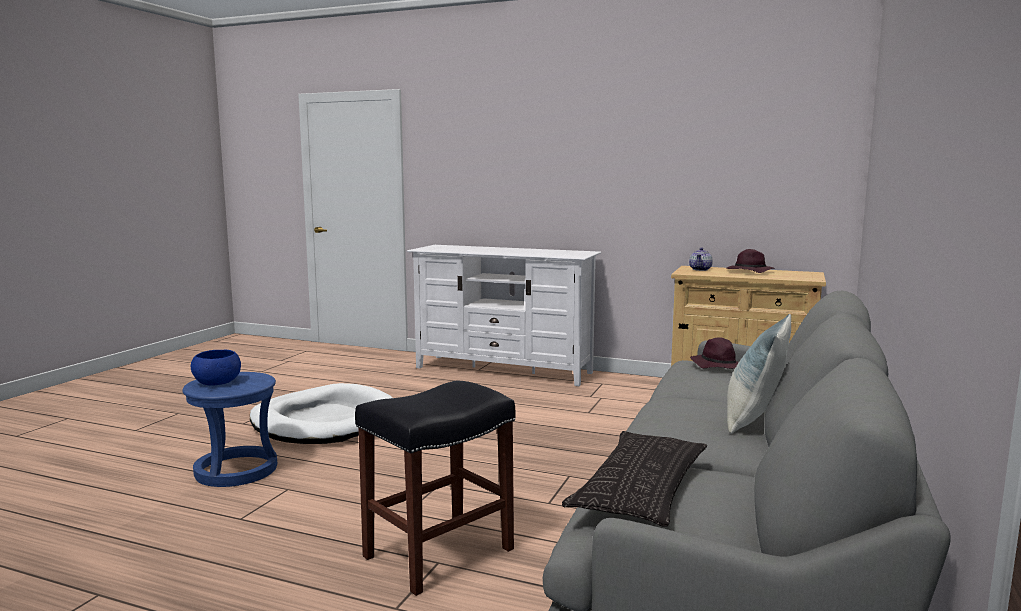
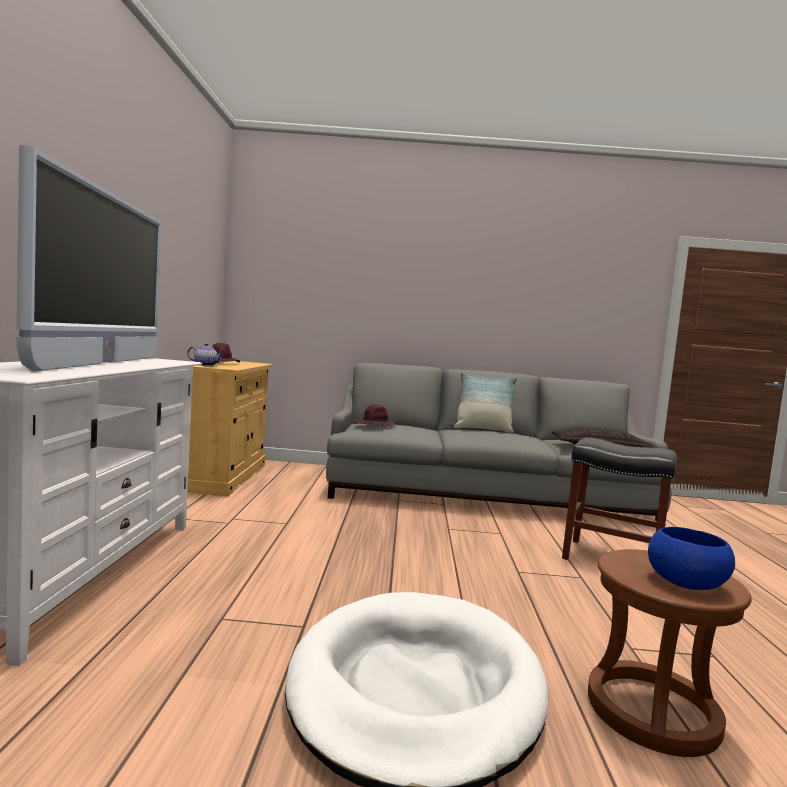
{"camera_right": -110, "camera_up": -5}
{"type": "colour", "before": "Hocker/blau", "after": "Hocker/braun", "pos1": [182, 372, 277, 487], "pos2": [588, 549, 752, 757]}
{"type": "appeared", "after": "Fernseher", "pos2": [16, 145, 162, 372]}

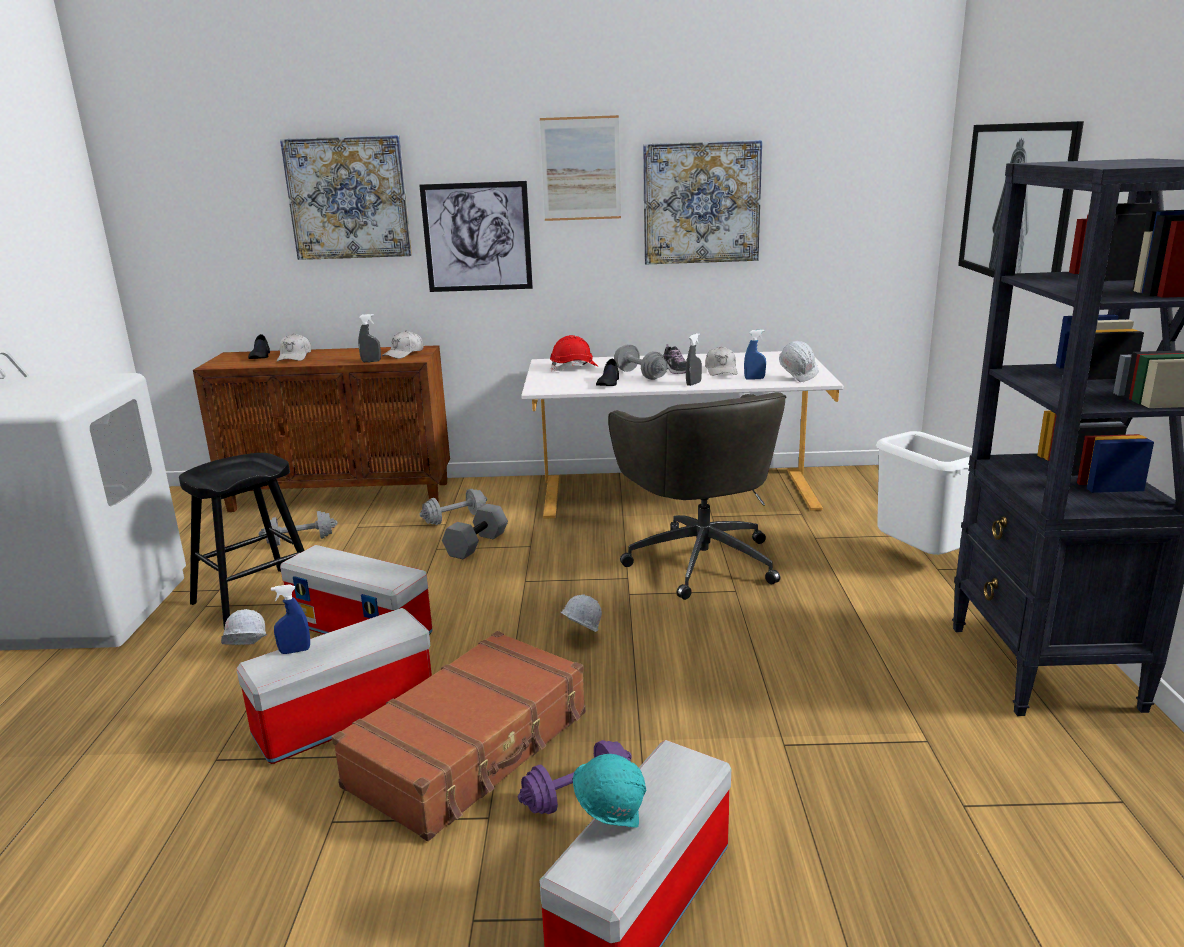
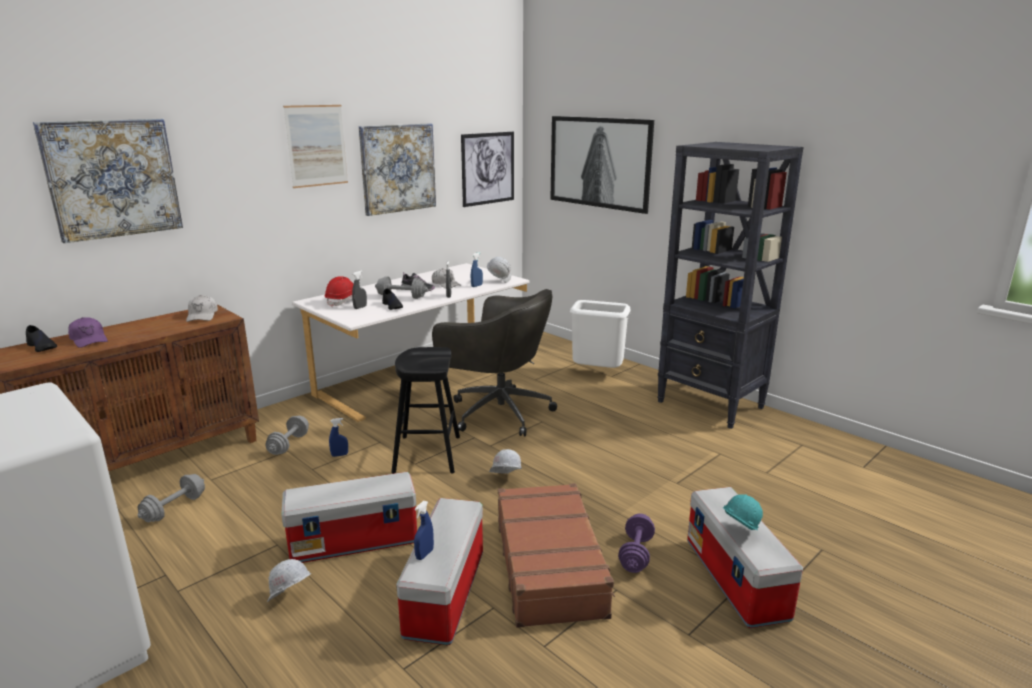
{"camera_right": -45, "camera_up": 0}
{"type": "relocated", "before": "Bild", "pos1": [419, 181, 533, 292], "pos2": [461, 132, 514, 207]}
{"type": "relocated", "before": "Sprühflasche/grau", "pos1": [358, 314, 381, 362], "pos2": [352, 270, 367, 309]}
{"type": "colour", "before": "Kappe/weiß", "after": "Kappe/lila", "pos1": [277, 334, 311, 362], "pos2": [68, 317, 108, 348]}
{"type": "relocated", "before": "Hocker/schwarz", "pos1": [179, 453, 305, 628], "pos2": [391, 347, 460, 474]}
{"type": "exchanged", "before": "Hantel/grau", "after": "Sprühflasche/blau", "pos1": [442, 504, 508, 559], "pos2": [329, 418, 348, 457]}

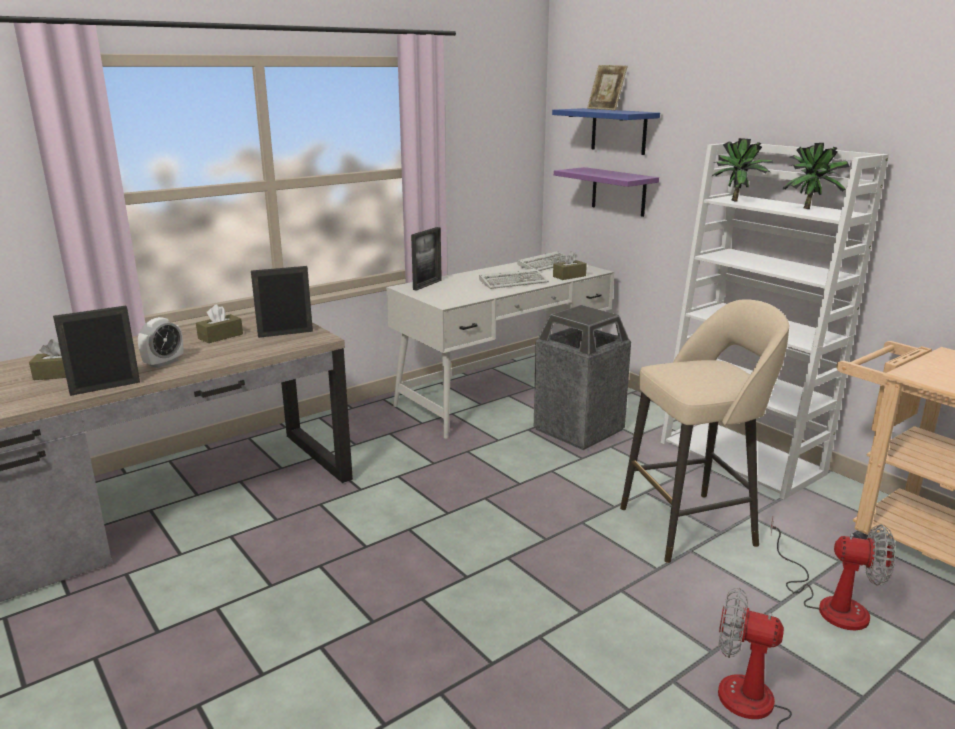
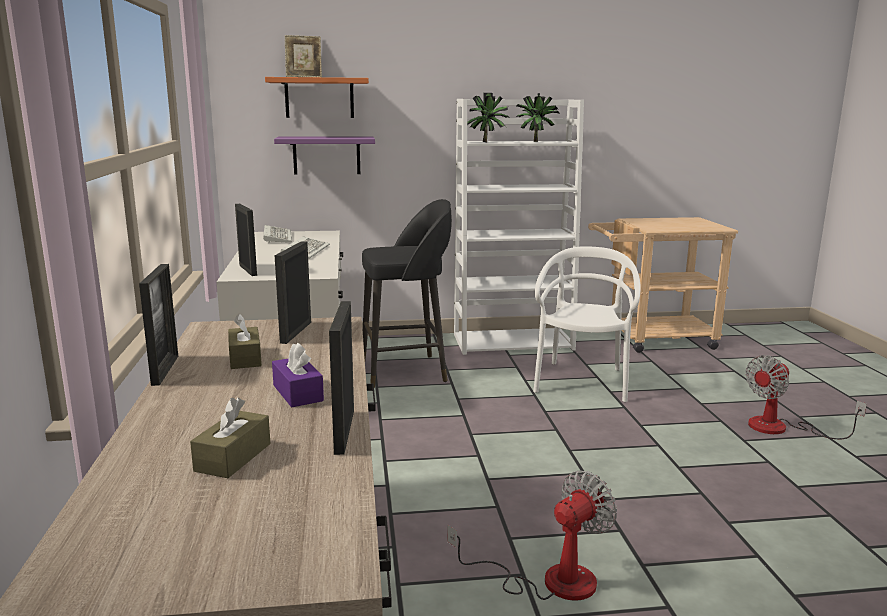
{"camera_right": -60, "camera_up": -5}
{"type": "colour", "before": "Wandregal/blau", "after": "Wandregal/orange", "pos1": [552, 108, 660, 155], "pos2": [265, 77, 369, 118]}
{"type": "missing", "before": "Taschentuchbox/braun", "pos1": [553, 251, 587, 280]}
{"type": "exchanged", "before": "Hocker/beige", "after": "Stuhl/weiß", "pos1": [620, 299, 789, 563], "pos2": [533, 246, 641, 402]}
{"type": "exchanged", "before": "Mülleimer", "after": "Hocker/schwarz", "pos1": [534, 305, 631, 450], "pos2": [362, 199, 452, 388]}
{"type": "exchanged", "before": "Wecker", "after": "Taschentuchbox/lila", "pos1": [138, 317, 183, 368], "pos2": [272, 343, 324, 407]}
{"type": "relocated", "before": "Ventilator", "pos1": [770, 517, 895, 631], "pos2": [447, 471, 617, 601]}
{"type": "appeared", "after": "Bilderrahmen", "pos2": [139, 264, 178, 386]}

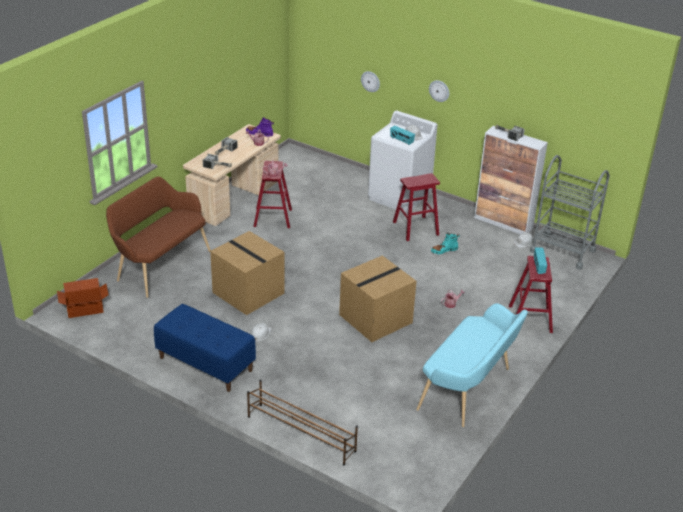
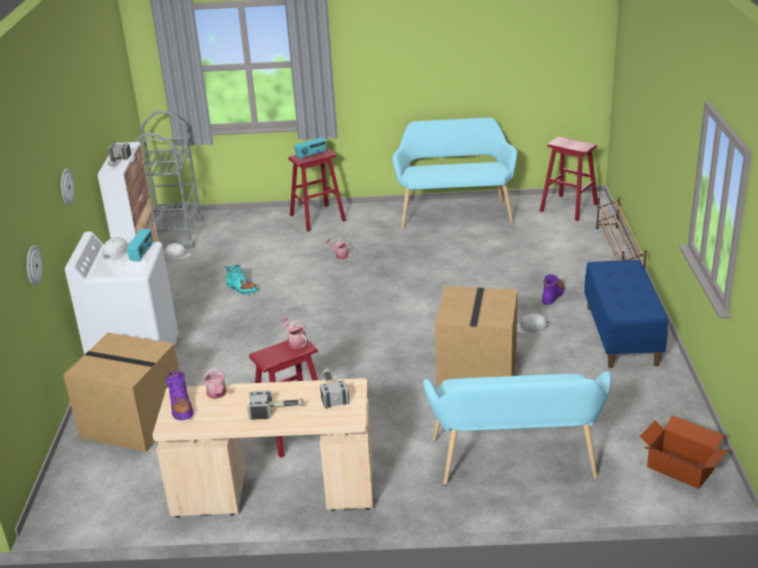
{"camera_right": -120, "camera_up": -5}
{"type": "relocated", "before": "Hocker/rot", "pos1": [393, 173, 440, 241], "pos2": [540, 137, 598, 221]}
{"type": "colour", "before": "Bank/braun", "after": "Bank/türkis", "pos1": [106, 176, 211, 298], "pos2": [423, 371, 611, 485]}
{"type": "relocated", "before": "Karton", "pos1": [339, 255, 417, 342], "pos2": [63, 333, 179, 452]}
{"type": "appeared", "after": "Stiefel/lila", "pos2": [542, 274, 565, 305]}

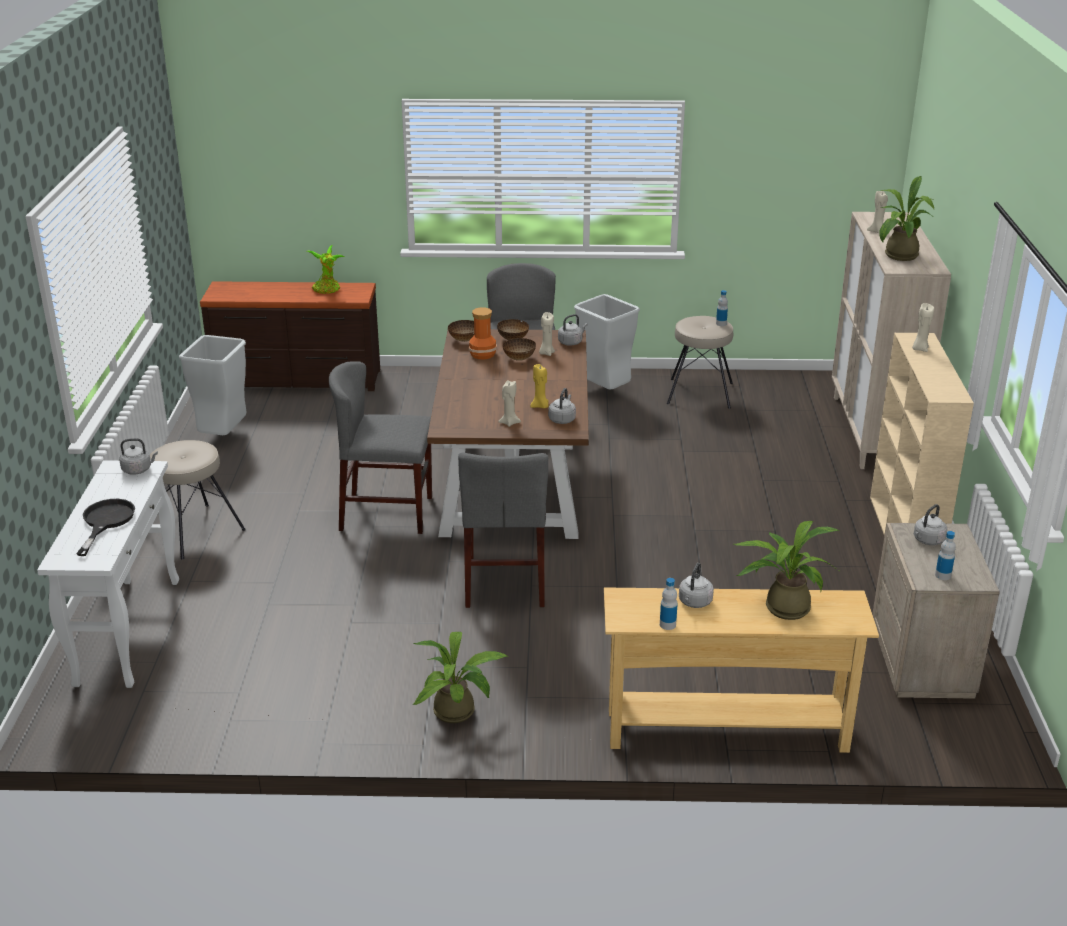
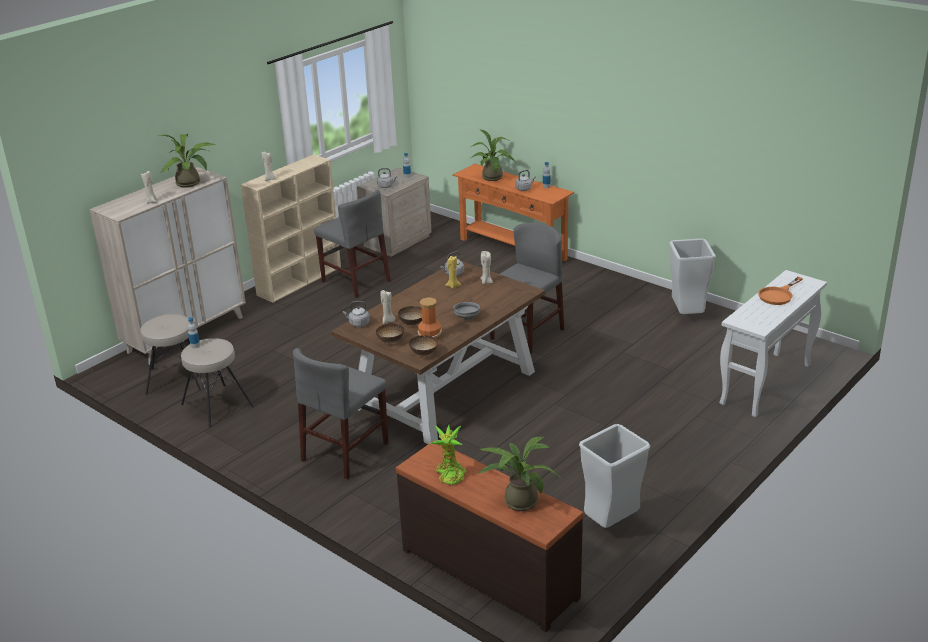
{"camera_right": -140, "camera_up": 0}
{"type": "relocated", "before": "Mülleimer/grau", "pos1": [574, 294, 640, 389], "pos2": [669, 239, 716, 314]}
{"type": "relocated", "before": "Stuhl/grau", "pos1": [329, 361, 432, 534], "pos2": [314, 190, 391, 298]}
{"type": "missing", "before": "Wasserkessel/grau", "pos1": [119, 438, 158, 475]}
{"type": "relocated", "before": "Hocker/beige", "pos1": [150, 440, 246, 559], "pos2": [140, 314, 201, 395]}
{"type": "colour", "before": "Pfanne/schwarz", "after": "Pfanne/orange", "pos1": [76, 499, 135, 556], "pos2": [758, 277, 803, 305]}
{"type": "colour", "before": "Konsolentisch/beige", "after": "Konsolentisch/orange", "pos1": [604, 587, 879, 753], "pos2": [453, 164, 574, 261]}
{"type": "relocated", "before": "Topfpflanze", "pos1": [412, 632, 509, 723], "pos2": [478, 437, 561, 511]}
{"type": "appeared", "after": "Schüssel/grau", "pos2": [453, 302, 480, 320]}

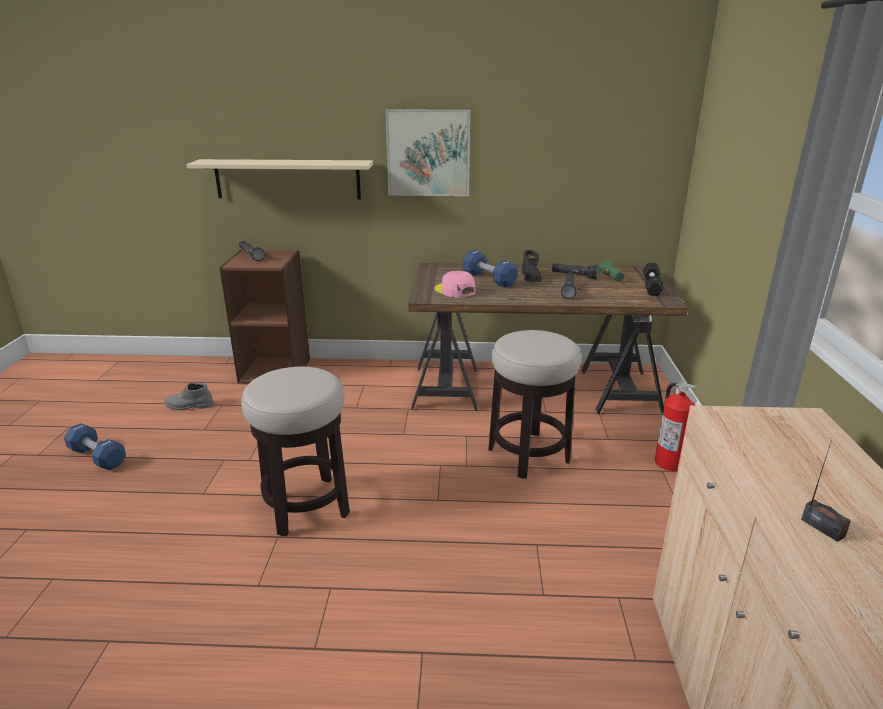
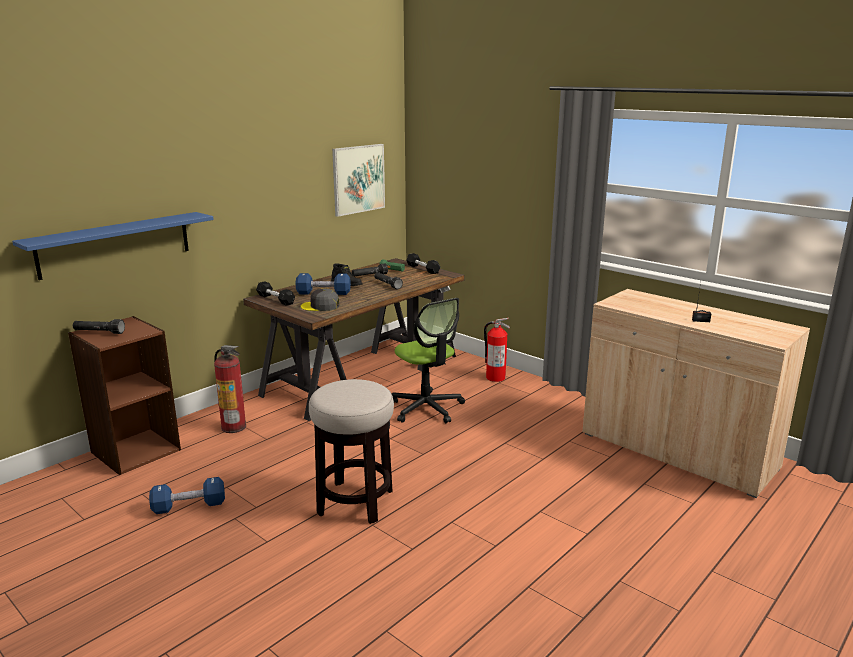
{"camera_right": -50, "camera_up": -5}
{"type": "relocated", "before": "Bild", "pos1": [385, 109, 470, 196], "pos2": [332, 144, 385, 217]}
{"type": "colour", "before": "Wandregal/beige", "after": "Wandregal/blau", "pos1": [186, 159, 373, 199], "pos2": [12, 212, 214, 280]}
{"type": "colour", "before": "Kappe/rosa", "after": "Kappe/grau", "pos1": [435, 271, 476, 298], "pos2": [301, 289, 340, 311]}
{"type": "exchanged", "before": "Hocker", "after": "Bürostuhl", "pos1": [488, 330, 581, 479], "pos2": [391, 298, 465, 423]}
{"type": "missing", "before": "Stiefel/grau", "pos1": [165, 383, 214, 411]}
{"type": "relocated", "before": "Hantel/blau", "pos1": [64, 423, 126, 470], "pos2": [149, 477, 225, 514]}
{"type": "appeared", "after": "Hantel/schwarz", "pos2": [256, 281, 295, 306]}
{"type": "appeared", "after": "Feuerlöscher", "pos2": [214, 345, 246, 433]}

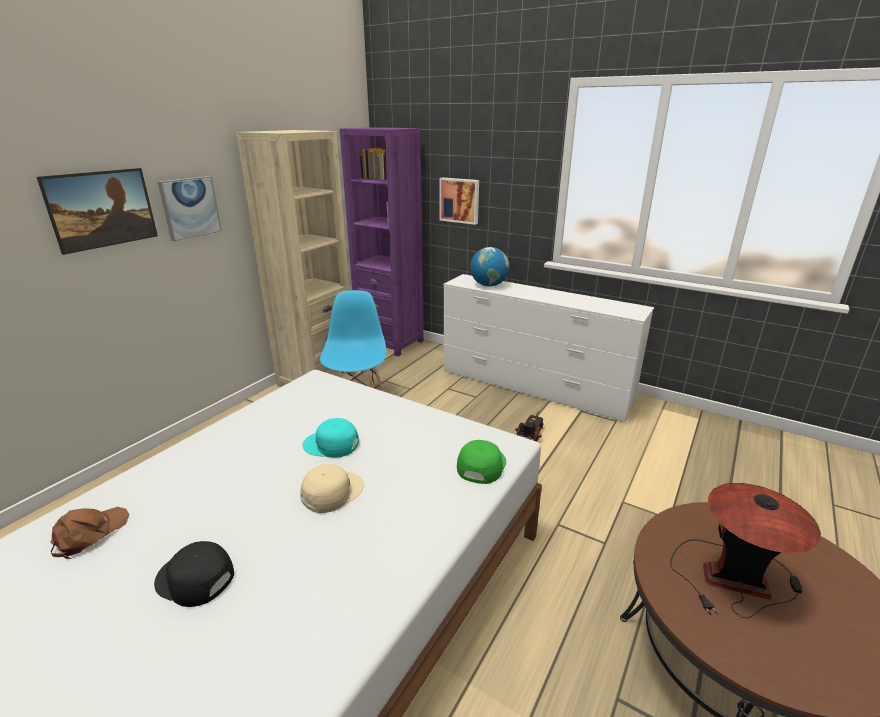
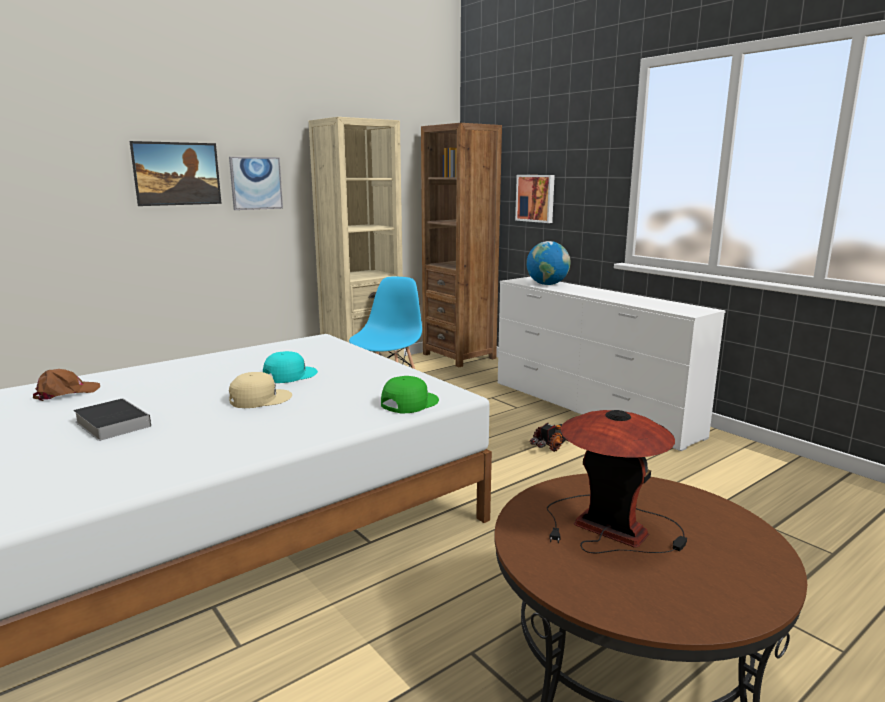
{"camera_right": 20, "camera_up": -10}
{"type": "colour", "before": "Bücherregal/lila", "after": "Bücherregal/braun", "pos1": [340, 127, 424, 357], "pos2": [421, 123, 502, 367]}
{"type": "spun", "before": "Kappe/türkis", "pos1": [302, 418, 359, 458], "pos2": [263, 351, 318, 383], "turn": 105}
{"type": "exchanged", "before": "Kappe/schwarz", "after": "Buch", "pos1": [154, 541, 234, 607], "pos2": [73, 398, 151, 441]}

